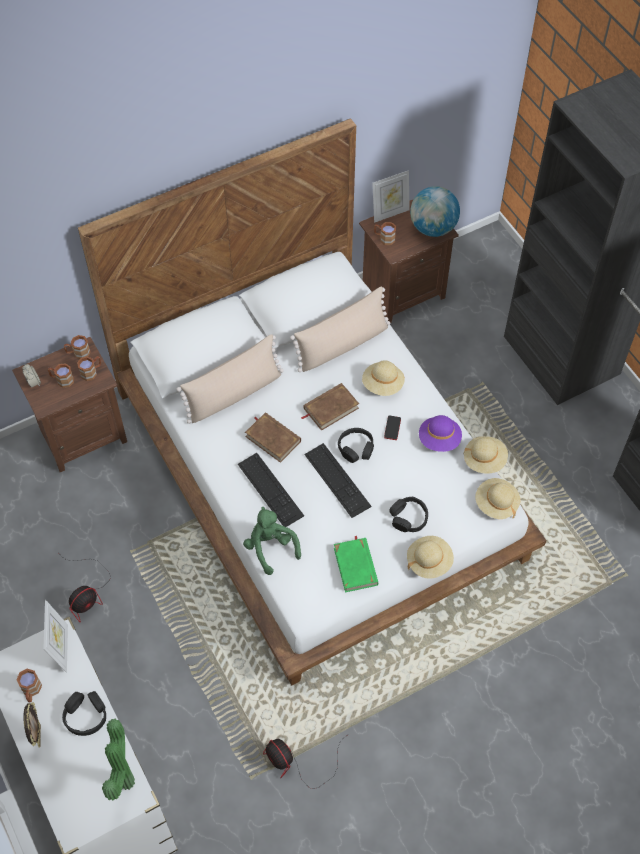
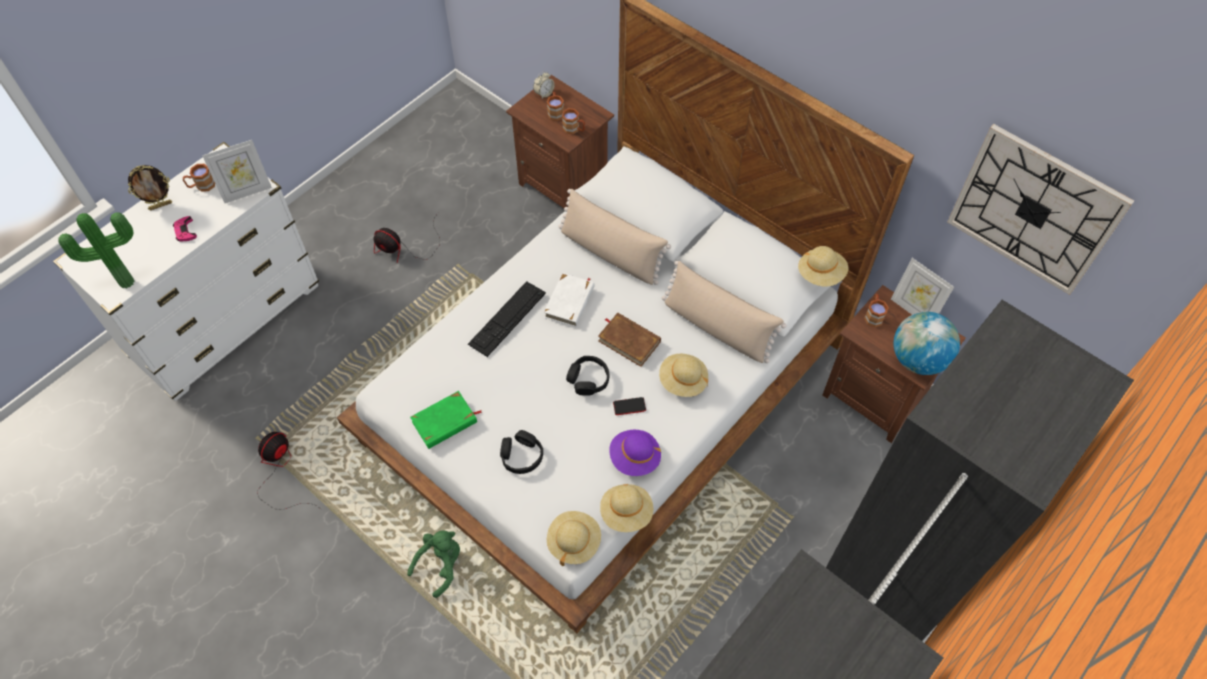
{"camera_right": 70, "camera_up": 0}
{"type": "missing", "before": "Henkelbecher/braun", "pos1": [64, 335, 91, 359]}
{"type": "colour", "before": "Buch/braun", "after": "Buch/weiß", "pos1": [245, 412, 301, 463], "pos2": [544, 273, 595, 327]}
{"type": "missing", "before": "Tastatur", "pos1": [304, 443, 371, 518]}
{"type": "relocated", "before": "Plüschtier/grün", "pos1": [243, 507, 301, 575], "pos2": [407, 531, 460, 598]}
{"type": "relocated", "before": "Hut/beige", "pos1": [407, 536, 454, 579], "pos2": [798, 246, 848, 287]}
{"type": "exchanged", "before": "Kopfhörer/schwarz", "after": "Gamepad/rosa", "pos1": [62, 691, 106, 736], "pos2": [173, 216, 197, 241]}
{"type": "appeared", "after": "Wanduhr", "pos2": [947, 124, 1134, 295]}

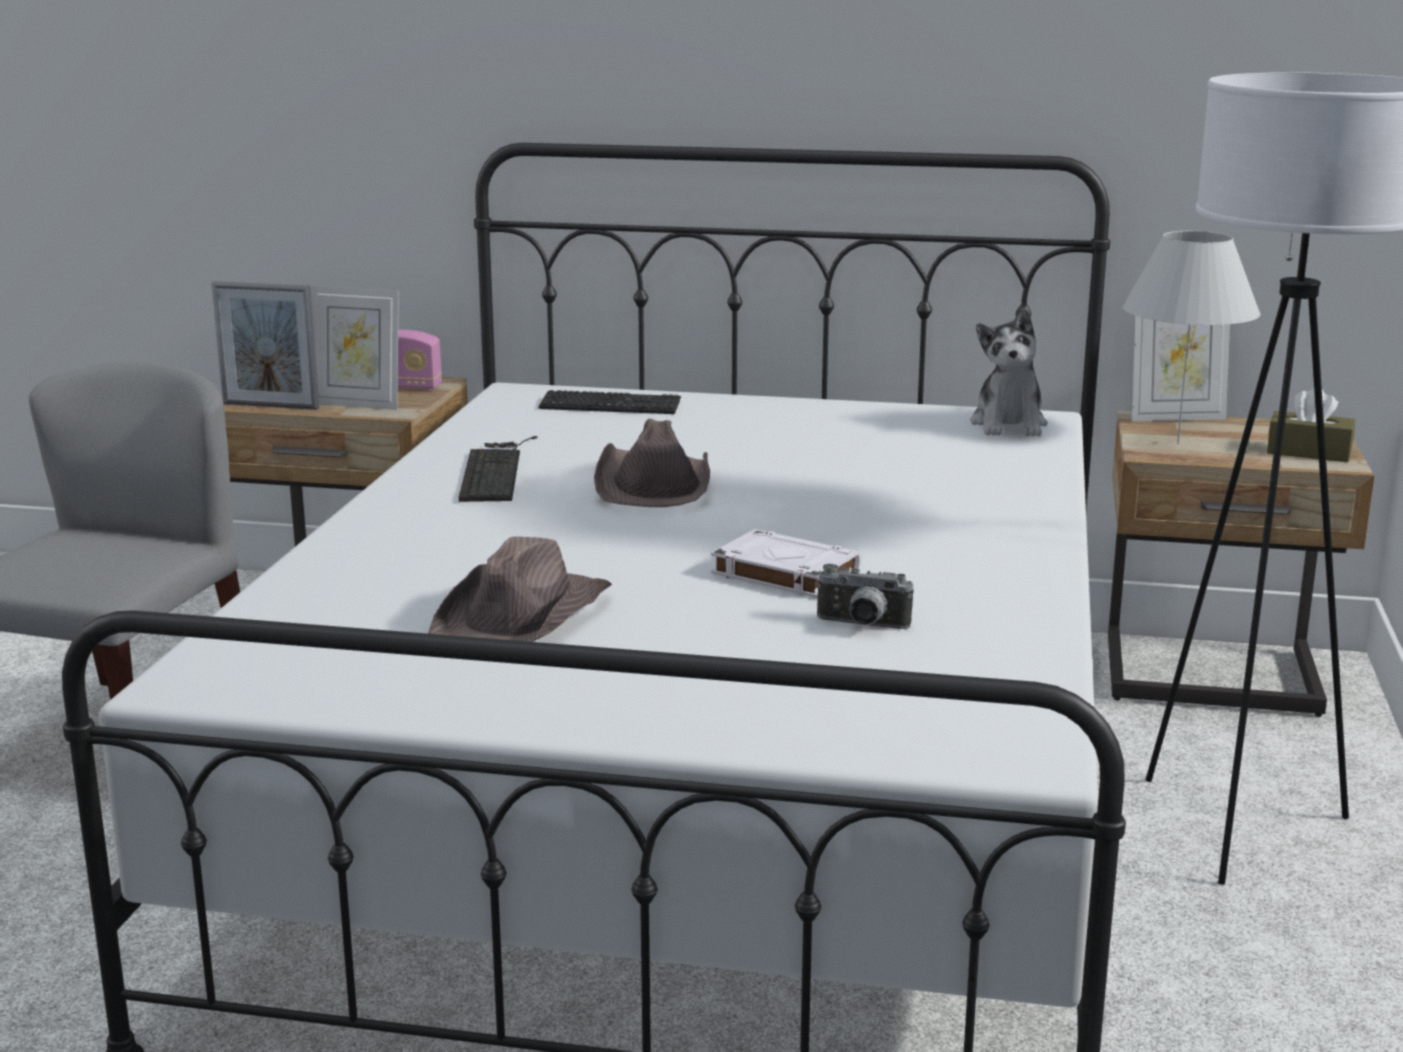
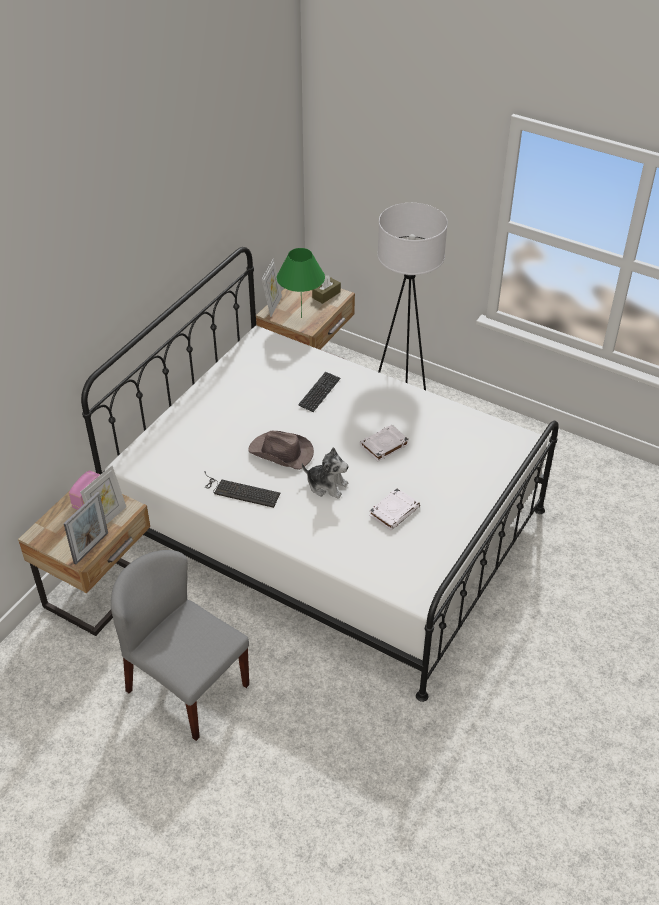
{"camera_right": -70, "camera_up": 25}
{"type": "colour", "before": "Tischlampe/weiß", "after": "Tischlampe/grün", "pos1": [1123, 231, 1261, 444], "pos2": [277, 248, 325, 318]}
{"type": "relocated", "before": "Plüschtier", "pos1": [970, 308, 1047, 437], "pos2": [302, 447, 348, 499]}
{"type": "relocated", "before": "Tastatur", "pos1": [539, 390, 681, 414], "pos2": [298, 372, 340, 412]}
{"type": "exchanged", "before": "Hut/braun", "after": "Buch/weiß", "pos1": [428, 536, 612, 642], "pos2": [369, 488, 420, 530]}
{"type": "missing", "before": "Kamera", "pos1": [816, 564, 914, 629]}

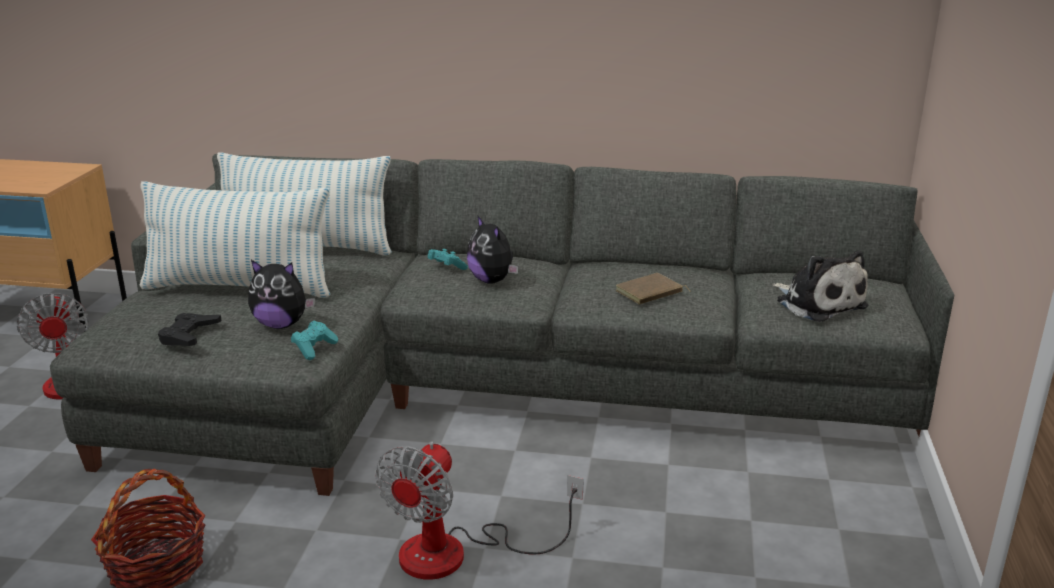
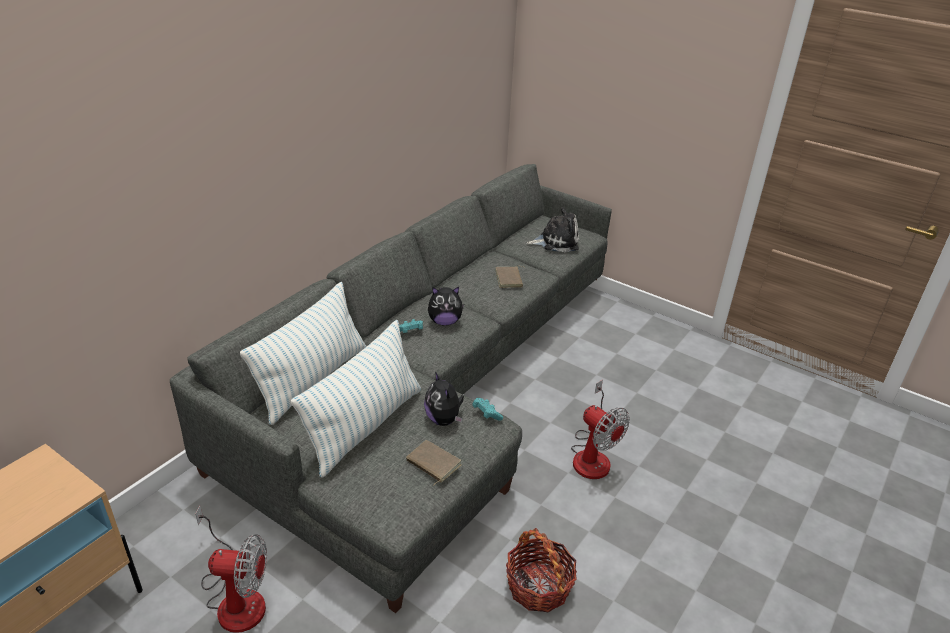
{"camera_right": -65, "camera_up": 10}
{"type": "spun", "before": "Plüschtier", "pos1": [248, 260, 315, 329], "pos2": [424, 372, 464, 426], "turn": 120}
{"type": "exchanged", "before": "Gamepad/schwarz", "after": "Buch/braun", "pos1": [158, 313, 222, 346], "pos2": [406, 440, 461, 486]}

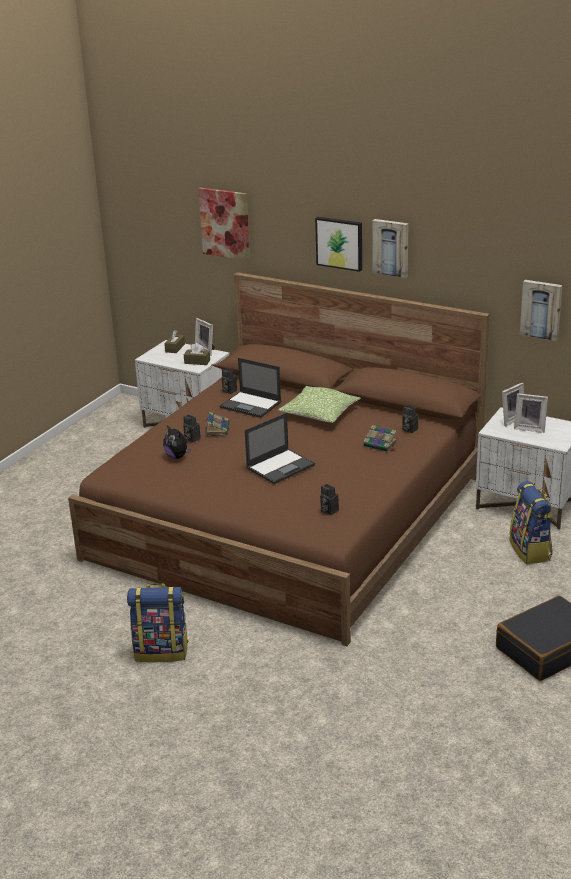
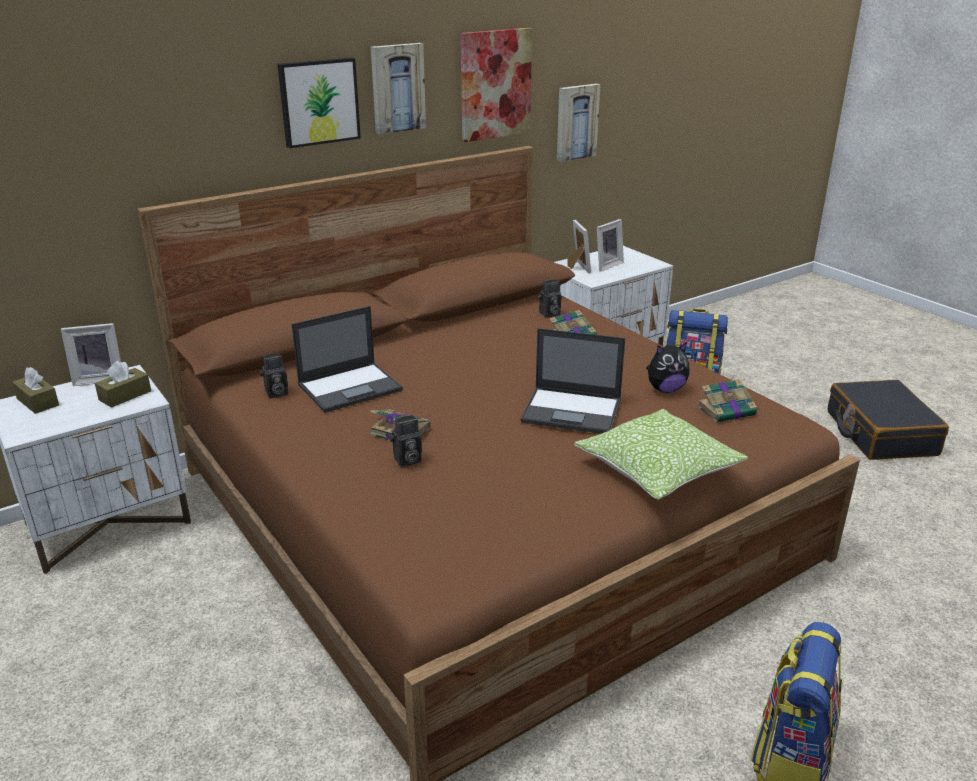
{"camera_right": -65, "camera_up": 0}
{"type": "relocated", "before": "Bild", "pos1": [198, 188, 250, 261], "pos2": [461, 28, 532, 142]}
{"type": "relocated", "before": "Kissen", "pos1": [278, 386, 361, 423], "pos2": [574, 409, 748, 500]}
{"type": "spun", "before": "Laptop", "pos1": [245, 413, 315, 484], "pos2": [521, 328, 625, 434], "turn": 120}
{"type": "relocated", "before": "Plüschtier", "pos1": [163, 425, 191, 459], "pos2": [646, 342, 690, 393]}
{"type": "exchanged", "before": "Kamera", "after": "Buch", "pos1": [320, 484, 339, 515], "pos2": [697, 379, 759, 423]}

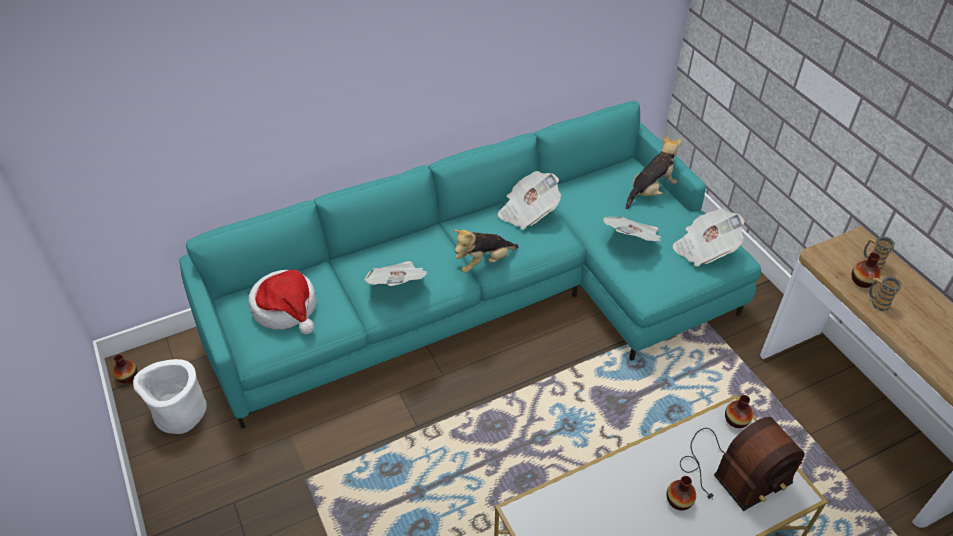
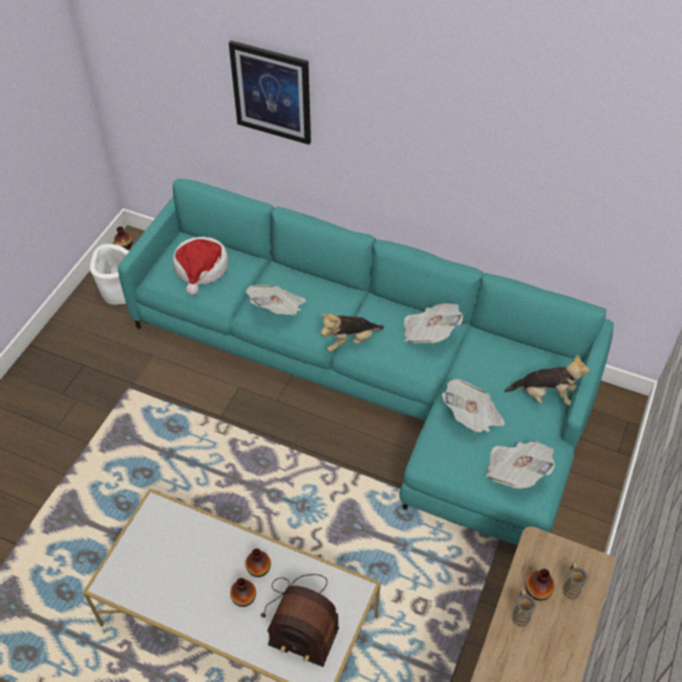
{"camera_right": 50, "camera_up": 5}
{"type": "spun", "before": "Plüschtier", "pos1": [454, 230, 519, 273], "pos2": [321, 314, 384, 352], "turn": -45}
{"type": "relocated", "before": "Vase", "pos1": [725, 395, 753, 428], "pos2": [245, 548, 271, 577]}
{"type": "appeared", "after": "Bild", "pos2": [229, 41, 311, 145]}

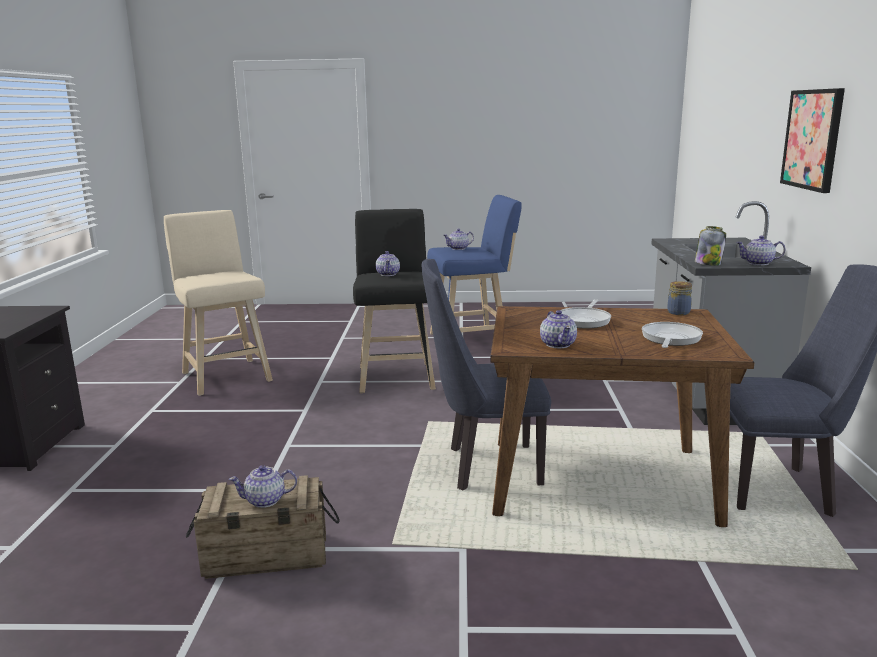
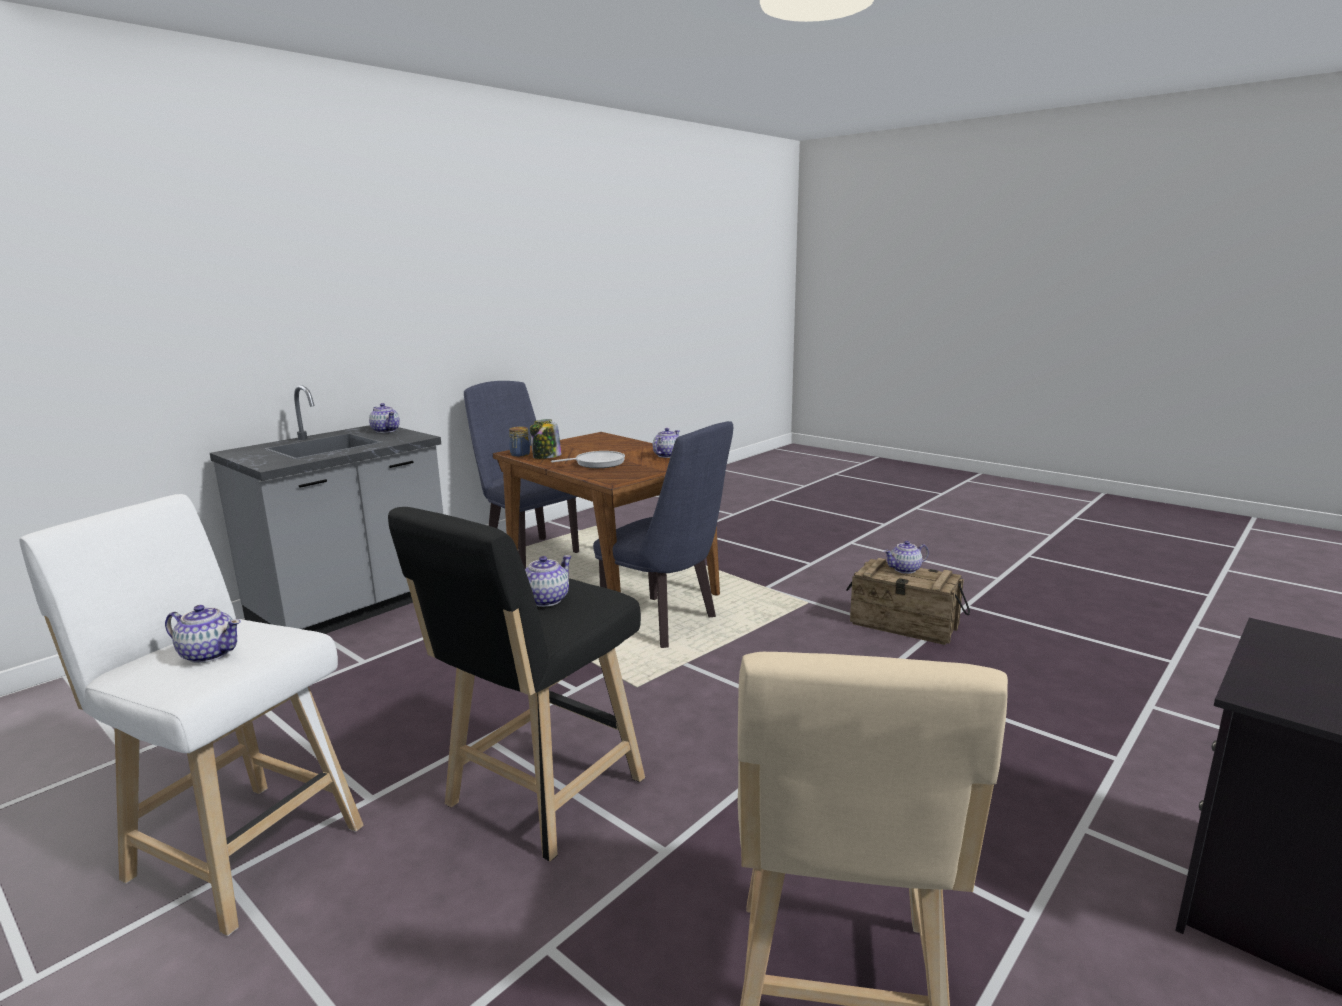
{"camera_right": -140, "camera_up": 0}
{"type": "missing", "before": "Bild", "pos1": [780, 88, 845, 193]}
{"type": "colour", "before": "Hocker/blau", "after": "Hocker/weiß", "pos1": [427, 195, 522, 335], "pos2": [19, 494, 364, 936]}
{"type": "relocated", "before": "Vorratsglas", "pos1": [695, 226, 726, 266], "pos2": [530, 419, 562, 459]}
{"type": "missing", "before": "Pfanne", "pos1": [642, 322, 703, 348]}
{"type": "spun", "before": "Teekanne", "pos1": [229, 465, 297, 508], "pos2": [884, 541, 929, 574], "turn": 135}

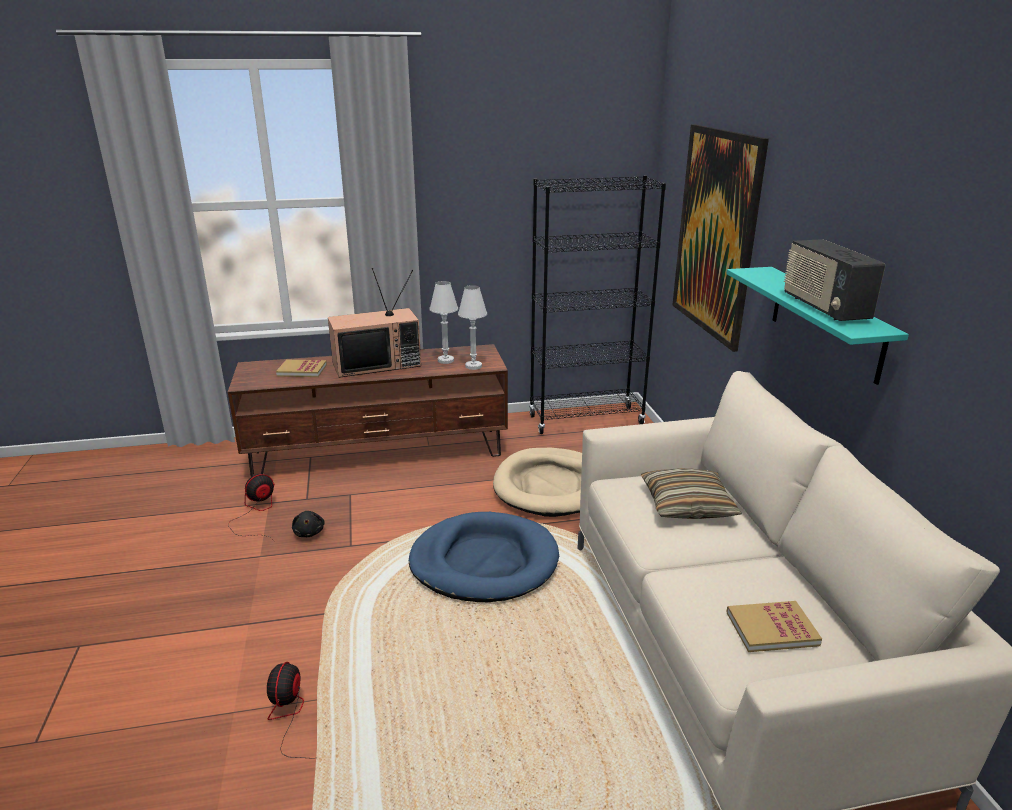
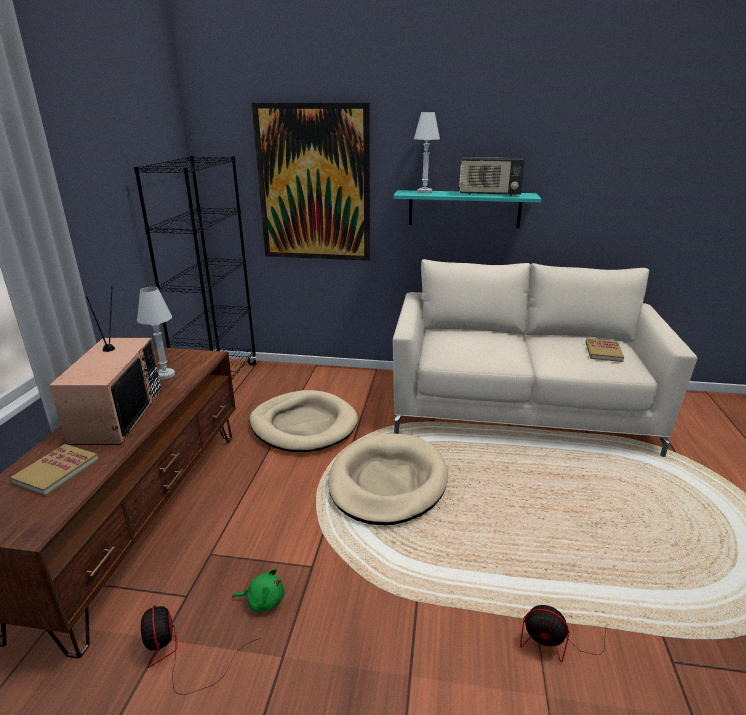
{"camera_right": -70, "camera_up": 0}
{"type": "relocated", "before": "Tischlampe/weiß", "pos1": [458, 285, 487, 370], "pos2": [414, 112, 440, 193]}
{"type": "missing", "before": "Kissen", "pos1": [641, 468, 742, 519]}
{"type": "colour", "before": "Plüschtier/schwarz", "after": "Plüschtier/grün", "pos1": [292, 511, 325, 537], "pos2": [232, 568, 284, 612]}
{"type": "colour", "before": "Hundebett/blau", "after": "Hundebett/beige", "pos1": [409, 512, 559, 602], "pos2": [328, 433, 448, 525]}

